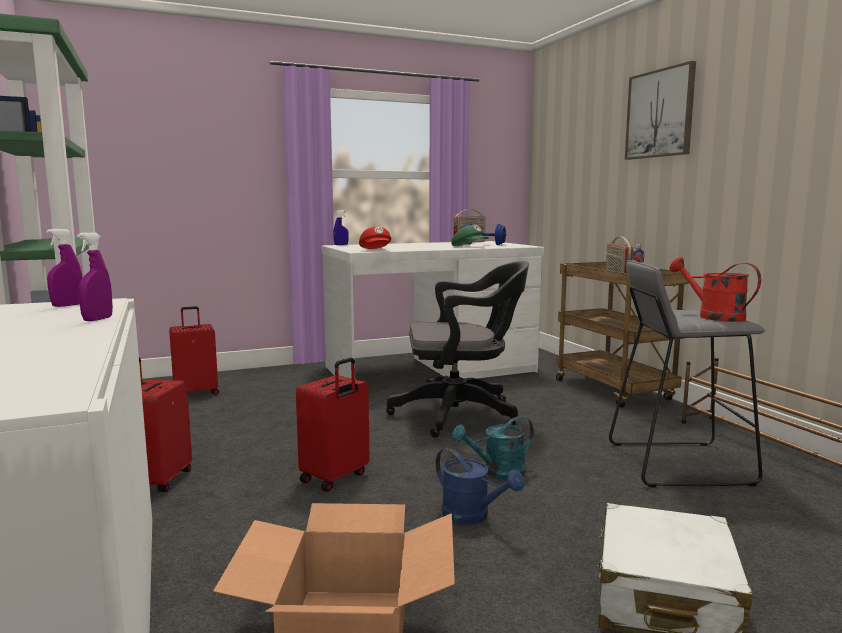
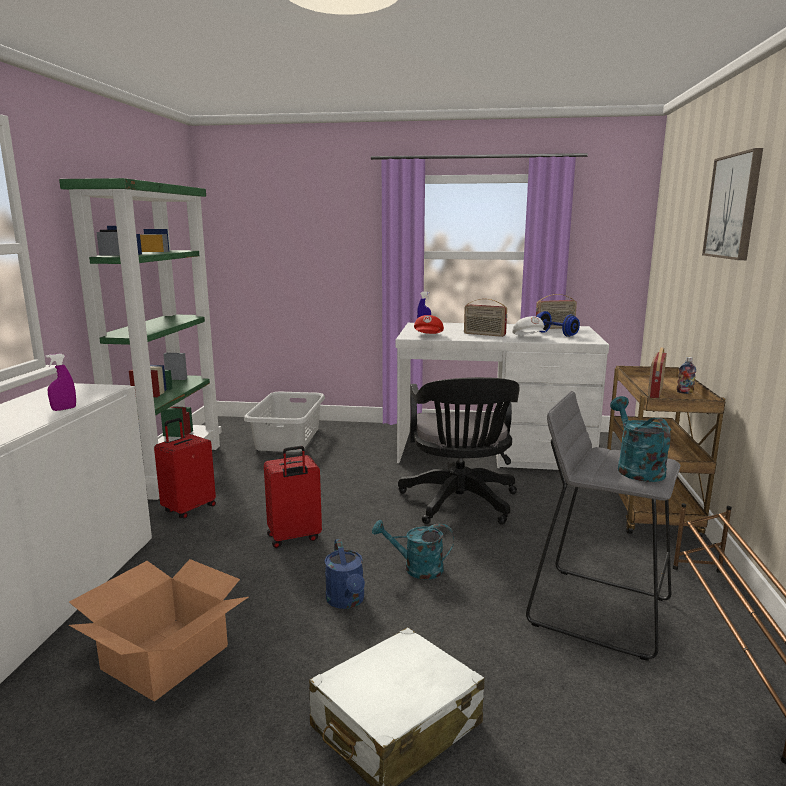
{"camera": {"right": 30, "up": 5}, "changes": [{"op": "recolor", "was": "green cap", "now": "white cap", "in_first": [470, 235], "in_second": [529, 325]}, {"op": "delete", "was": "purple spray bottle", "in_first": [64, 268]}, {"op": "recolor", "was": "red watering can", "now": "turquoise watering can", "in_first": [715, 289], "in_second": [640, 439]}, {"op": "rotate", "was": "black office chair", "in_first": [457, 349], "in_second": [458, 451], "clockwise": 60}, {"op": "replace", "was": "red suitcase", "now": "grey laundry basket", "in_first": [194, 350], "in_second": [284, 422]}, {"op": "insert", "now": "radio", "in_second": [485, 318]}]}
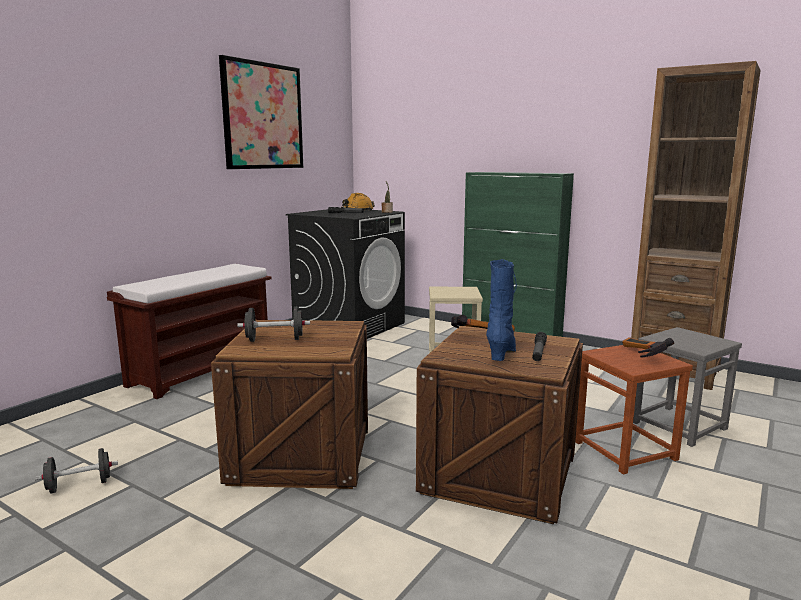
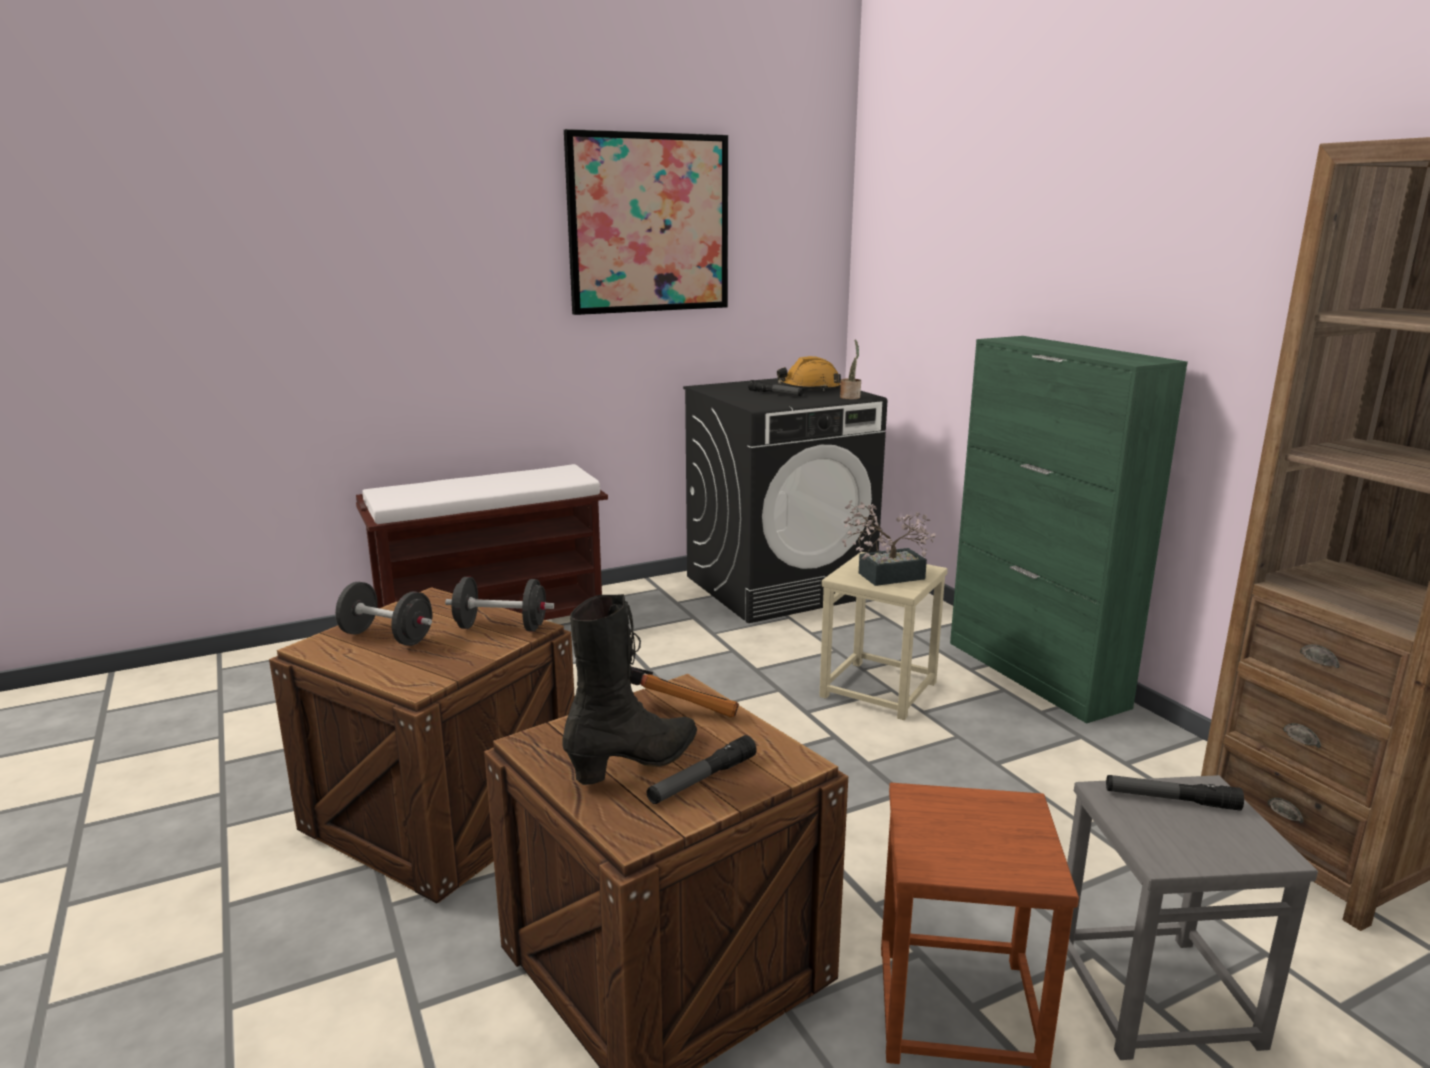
{"camera": {"right": 30, "up": 5}, "changes": [{"op": "recolor", "was": "blue boot", "now": "black boot", "in_first": [501, 310], "in_second": [629, 689]}, {"op": "delete", "was": "hammer", "in_first": [648, 347]}, {"op": "move", "was": "black dumbbell", "in_first": [76, 470], "in_second": [499, 604]}, {"op": "insert", "now": "potted plant", "in_second": [889, 543]}, {"op": "insert", "now": "flashlight", "in_second": [1175, 793]}]}
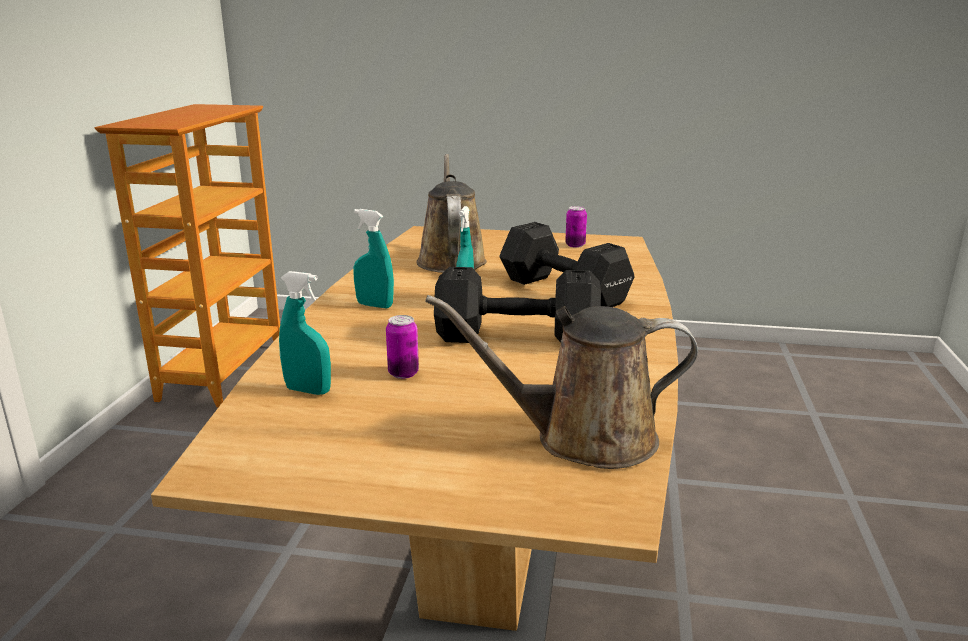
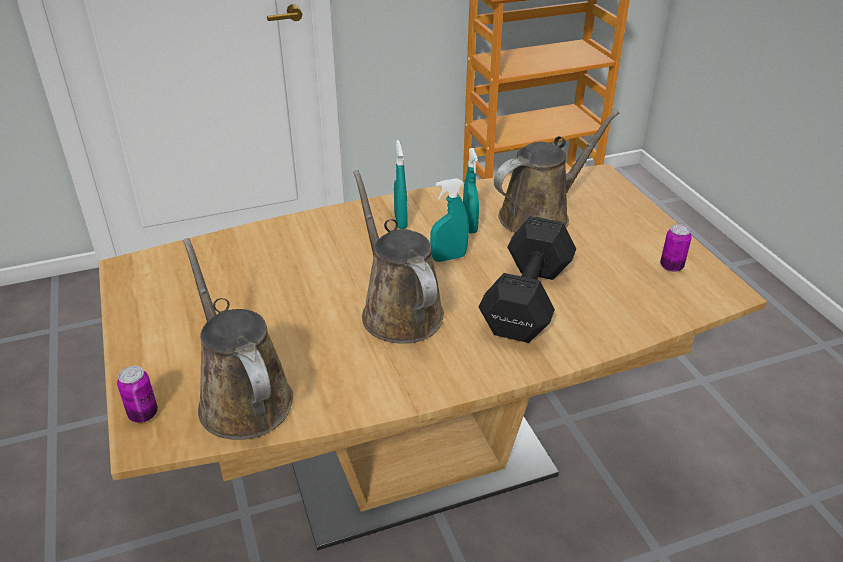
{"camera": {"right": 60, "up": 15}, "changes": [{"op": "replace", "was": "black dumbbell", "now": "brown watering can", "in_first": [517, 305], "in_second": [398, 257]}, {"op": "move", "was": "turquoise spray bottle", "in_first": [305, 333], "in_second": [471, 190]}, {"op": "move", "was": "can", "in_first": [402, 347], "in_second": [137, 394]}]}
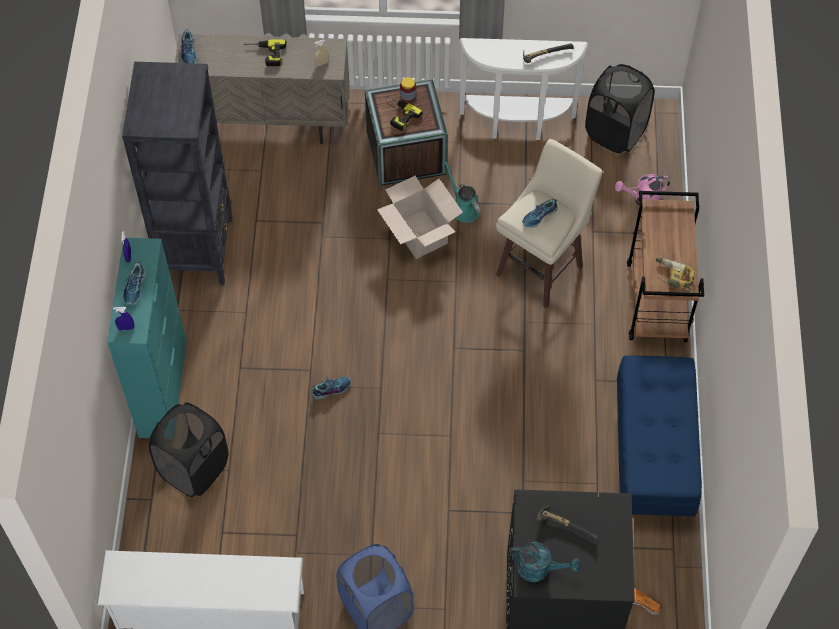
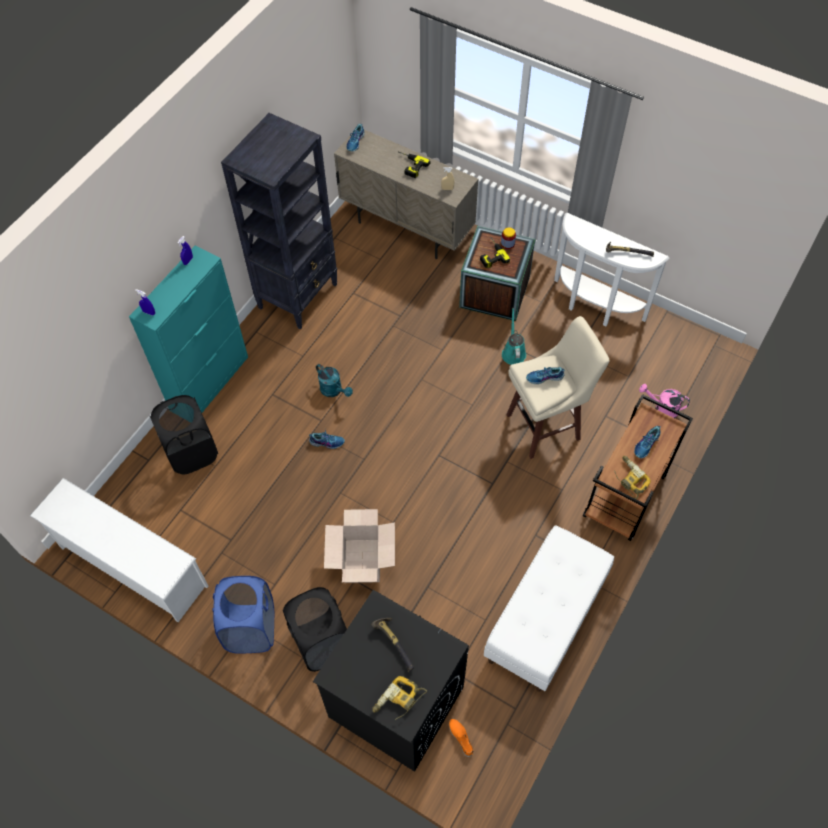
{"camera": {"right": 30, "up": 0}, "changes": [{"op": "move", "was": "black laundry basket", "in_first": [620, 108], "in_second": [315, 629]}, {"op": "move", "was": "cardboard box", "in_first": [420, 217], "in_second": [359, 546]}, {"op": "move", "was": "shoe", "in_first": [134, 283], "in_second": [647, 442]}, {"op": "recolor", "was": "blue bench", "now": "white bench", "in_first": [659, 439], "in_second": [549, 608]}, {"op": "move", "was": "turquoise watering can", "in_first": [545, 562], "in_second": [334, 380]}, {"op": "insert", "now": "power drill", "in_second": [399, 698]}]}
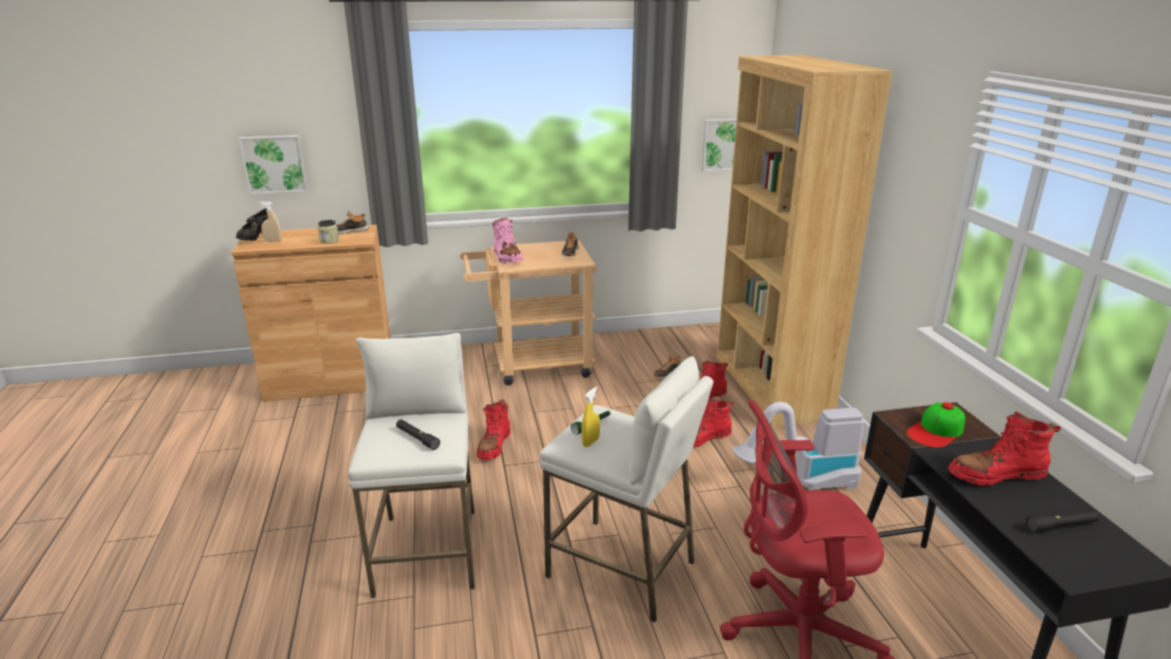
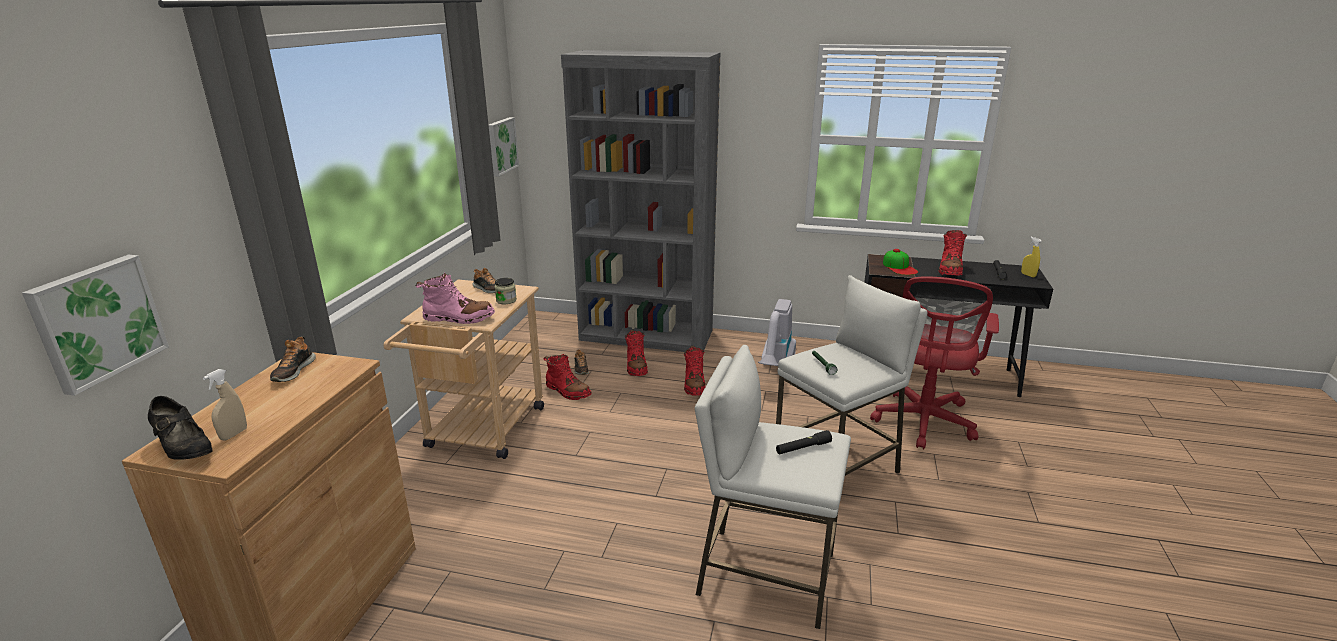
{"camera": {"right": -65, "up": 0}, "changes": [{"op": "recolor", "was": "brown bookcase", "now": "grey bookcase", "in_first": [805, 241], "in_second": [641, 201]}, {"op": "move", "was": "jar", "in_first": [328, 232], "in_second": [506, 291]}, {"op": "move", "was": "yellow spray bottle", "in_first": [591, 417], "in_second": [1031, 257]}, {"op": "move", "was": "red boot", "in_first": [493, 430], "in_second": [567, 377]}]}
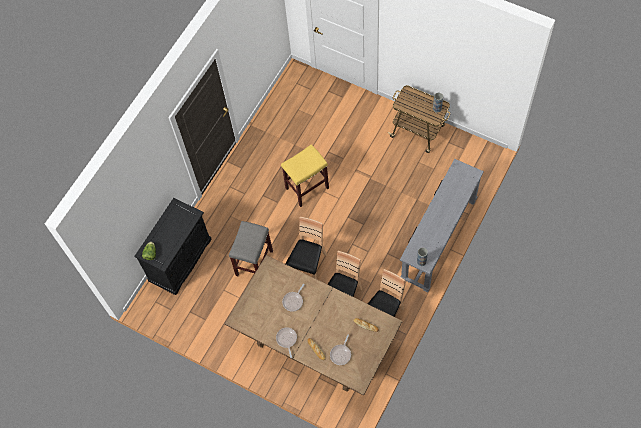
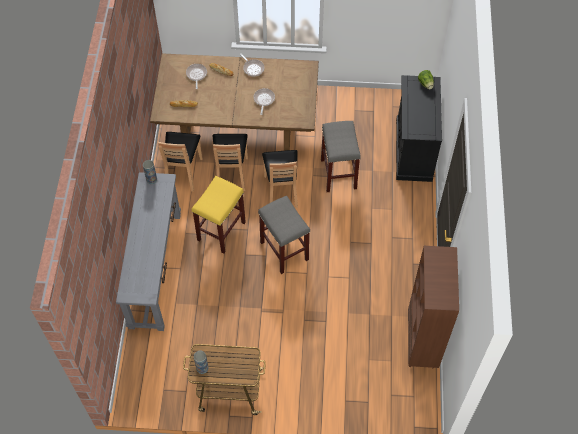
{"camera": {"right": 150, "up": -5}, "changes": [{"op": "move", "was": "yellow stool", "in_first": [305, 175], "in_second": [219, 215]}, {"op": "insert", "now": "grey stool", "in_second": [284, 235]}, {"op": "insert", "now": "brown bookcase", "in_second": [433, 307]}]}
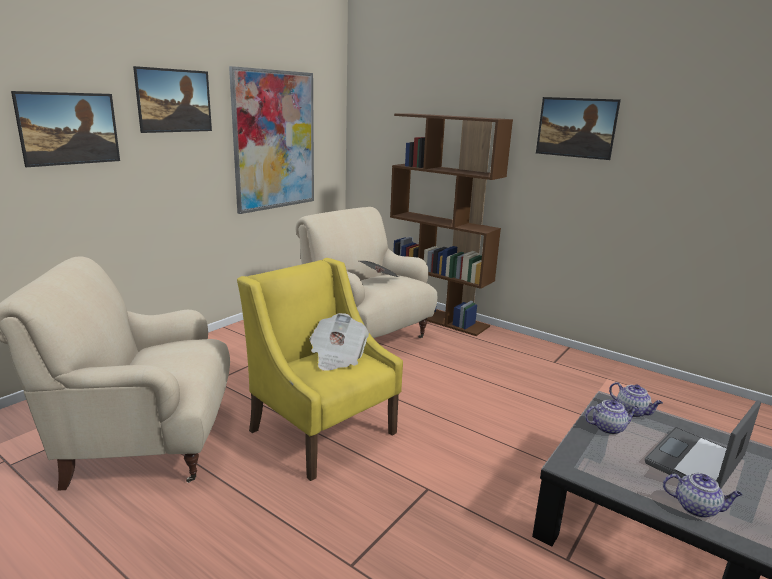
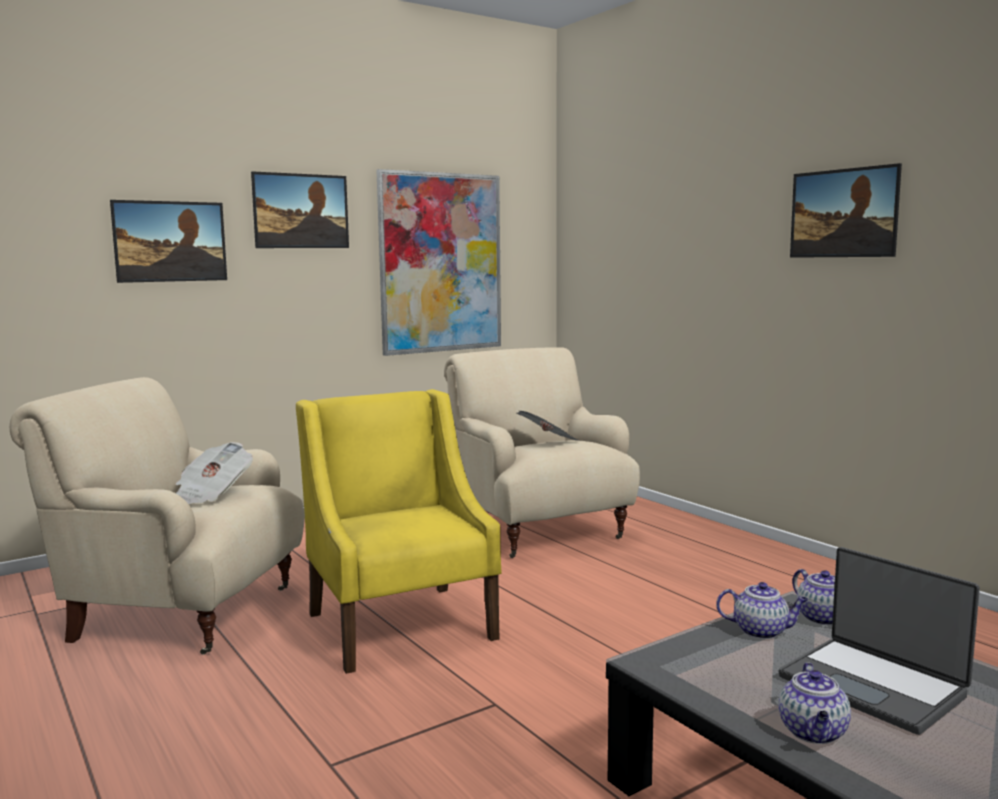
{"camera": {"right": 20, "up": -10}, "changes": [{"op": "delete", "was": "brown bookcase", "in_first": [451, 224]}, {"op": "move", "was": "newspaper", "in_first": [339, 342], "in_second": [214, 473]}, {"op": "rotate", "was": "laptop", "in_first": [703, 444], "in_second": [879, 641], "clockwise": -105}, {"op": "rotate", "was": "teapot", "in_first": [702, 495], "in_second": [815, 703], "clockwise": 60}]}
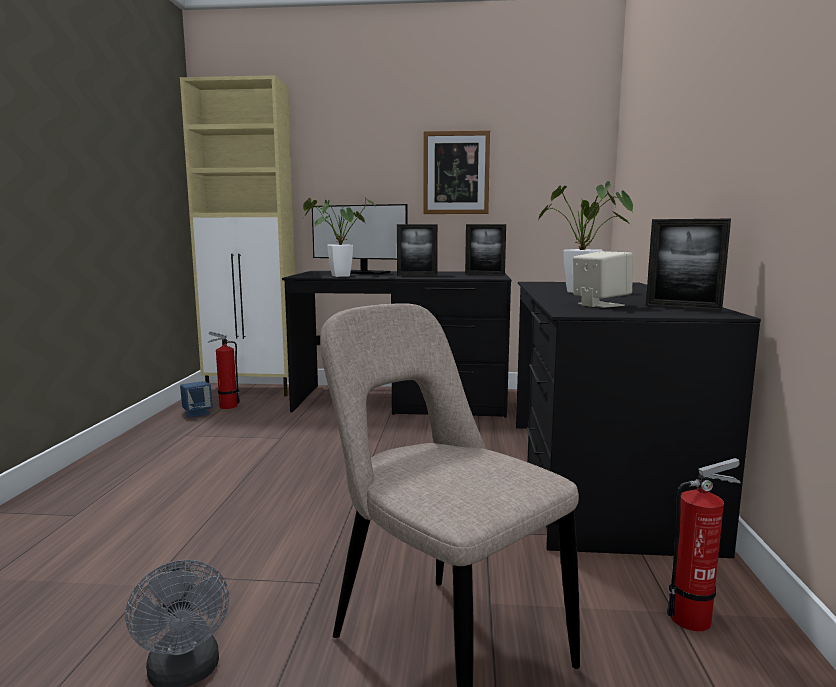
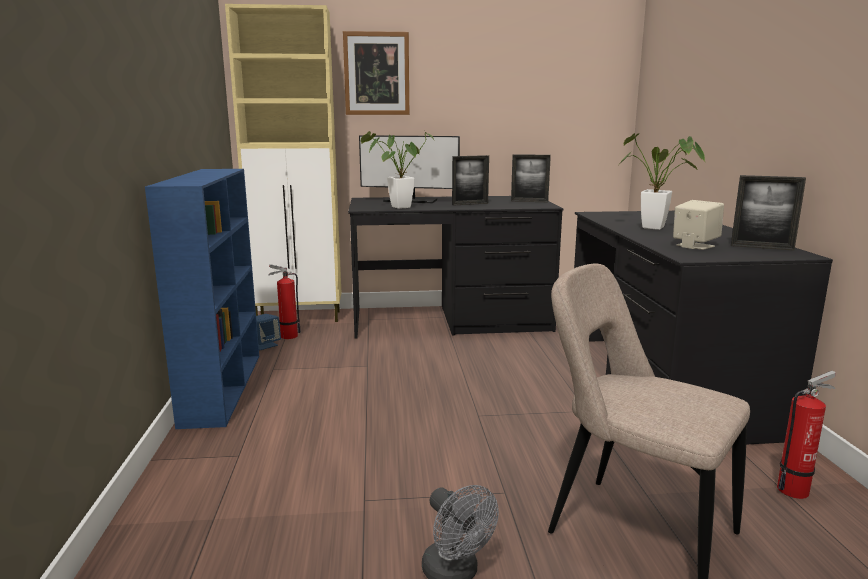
{"camera": {"right": -10, "up": 5}, "changes": [{"op": "move", "was": "picture", "in_first": [456, 172], "in_second": [376, 73]}, {"op": "insert", "now": "blue bookcase", "in_second": [202, 299]}]}
